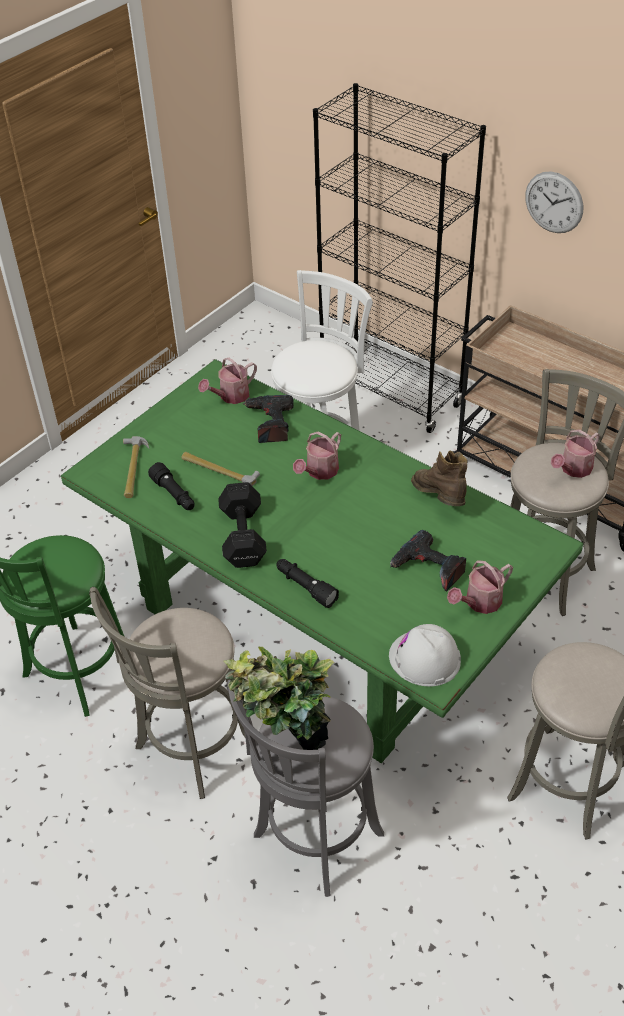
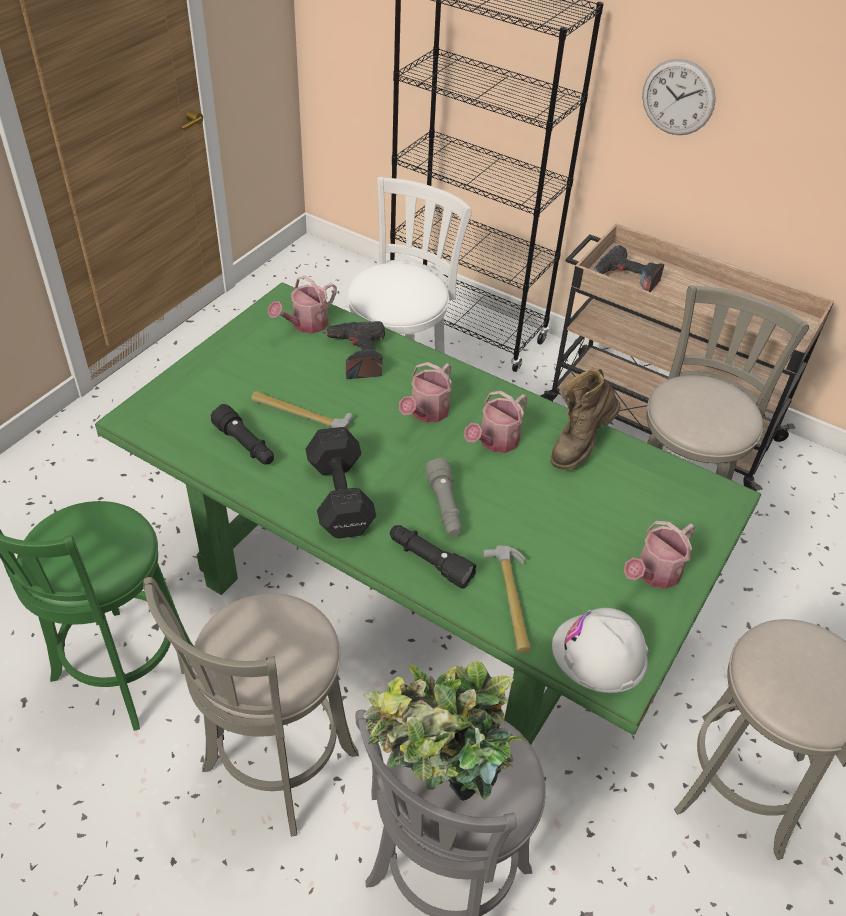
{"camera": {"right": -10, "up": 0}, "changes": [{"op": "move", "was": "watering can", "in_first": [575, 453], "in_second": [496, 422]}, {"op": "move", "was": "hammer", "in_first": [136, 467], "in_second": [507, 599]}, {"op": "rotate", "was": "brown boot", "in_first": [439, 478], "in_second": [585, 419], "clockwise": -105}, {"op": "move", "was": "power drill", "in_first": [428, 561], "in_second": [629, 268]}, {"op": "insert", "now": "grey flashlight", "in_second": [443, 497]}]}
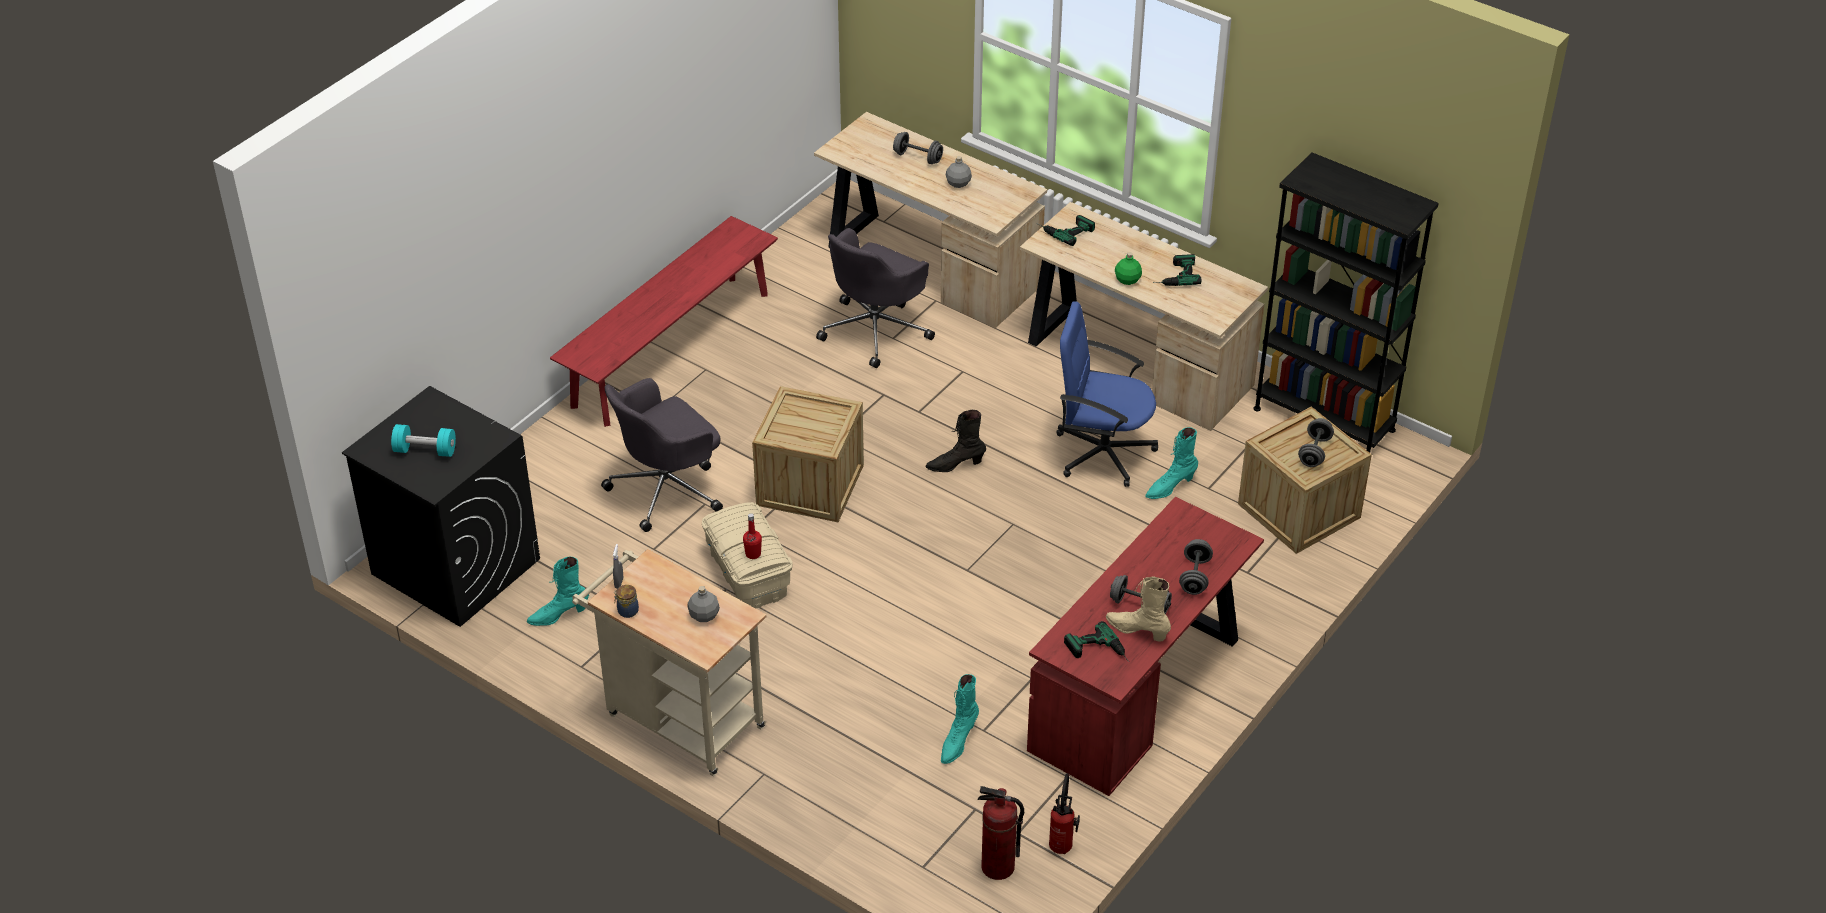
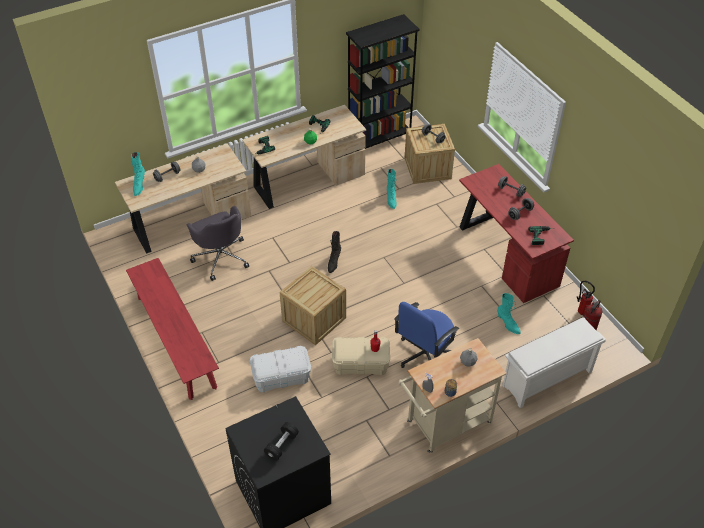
{"camera": {"right": -65, "up": 5}, "changes": [{"op": "move", "was": "blue office chair", "in_first": [1107, 394], "in_second": [426, 335]}, {"op": "replace", "was": "grey office chair", "now": "white storage box", "in_first": [662, 455], "in_second": [280, 369]}, {"op": "recolor", "was": "turquoise dumbbell", "now": "black dumbbell", "in_first": [423, 440], "in_second": [281, 441]}, {"op": "move", "was": "turquoise boot", "in_first": [558, 591], "in_second": [138, 174]}, {"op": "delete", "was": "beige boot", "in_first": [1138, 609]}, {"op": "insert", "now": "white shoe rack", "in_second": [554, 362]}]}
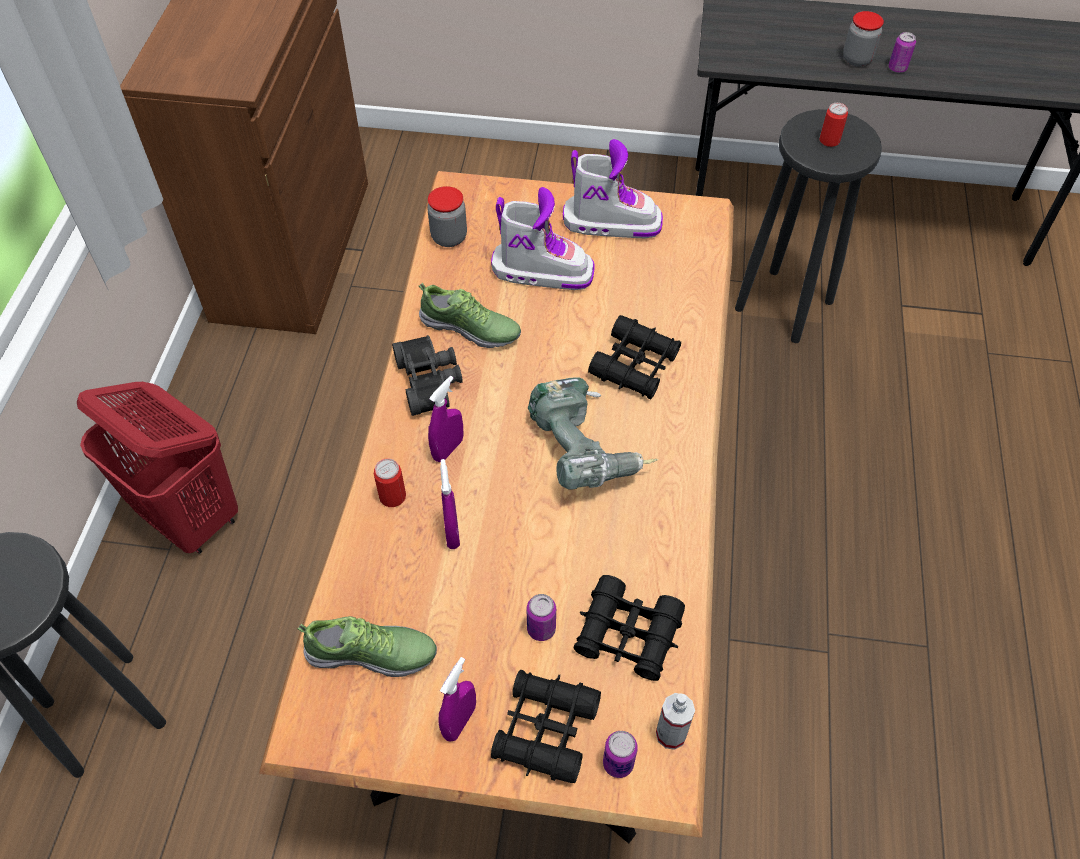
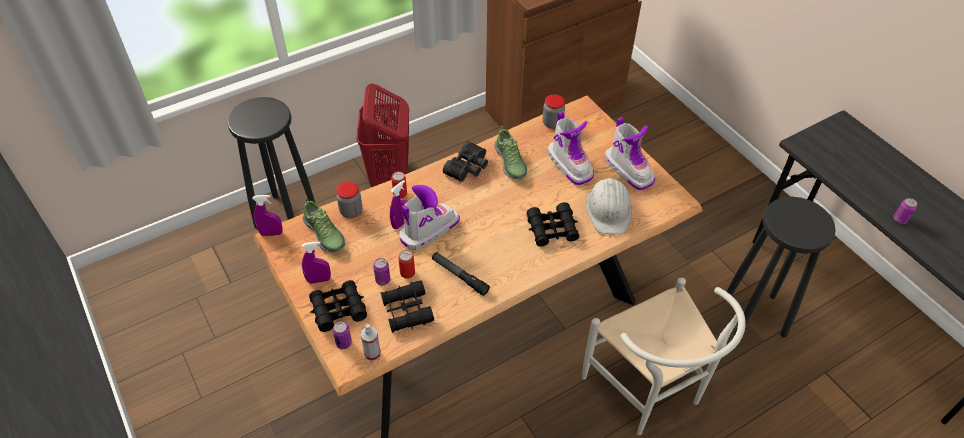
{"camera": {"right": 50, "up": -5}, "changes": [{"op": "move", "was": "jar", "in_first": [863, 39], "in_second": [349, 200]}, {"op": "move", "was": "can", "in_first": [833, 125], "in_second": [406, 264]}, {"op": "move", "was": "purple spray bottle", "in_first": [445, 419], "in_second": [268, 215]}, {"op": "delete", "was": "power drill", "in_first": [593, 433]}, {"op": "insert", "now": "white hard hat", "in_second": [609, 206]}, {"op": "insert", "now": "boot", "in_second": [429, 217]}, {"op": "insert", "now": "flashlight", "in_second": [461, 274]}, {"op": "insert", "now": "white chair", "in_second": [664, 356]}]}
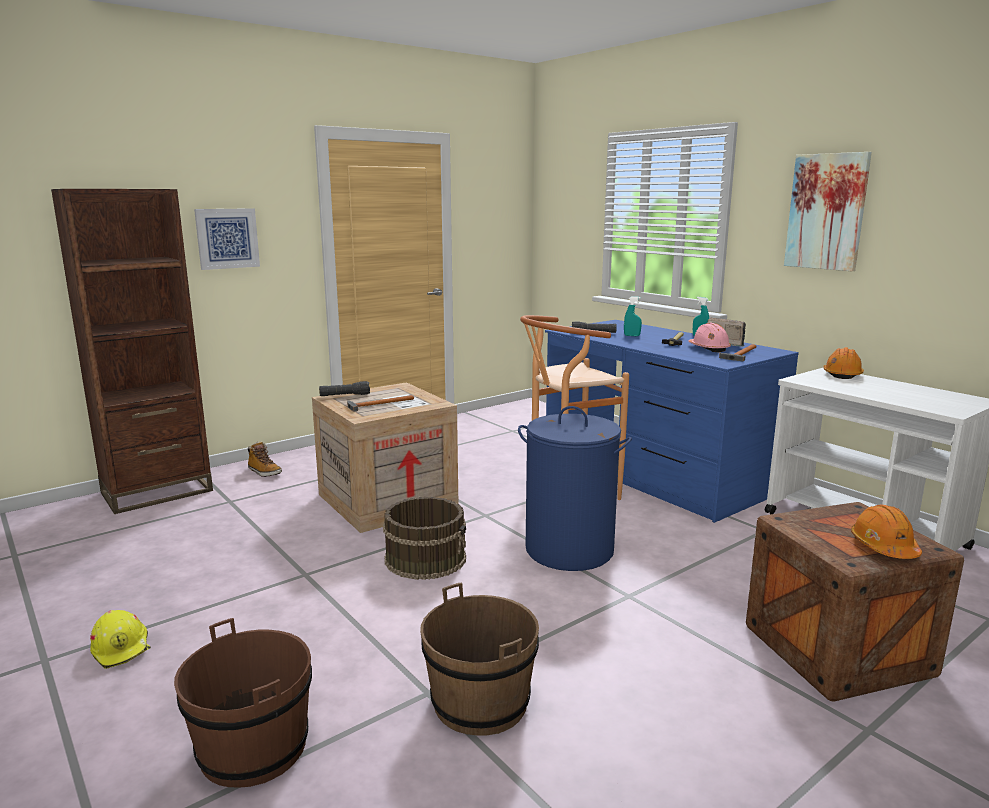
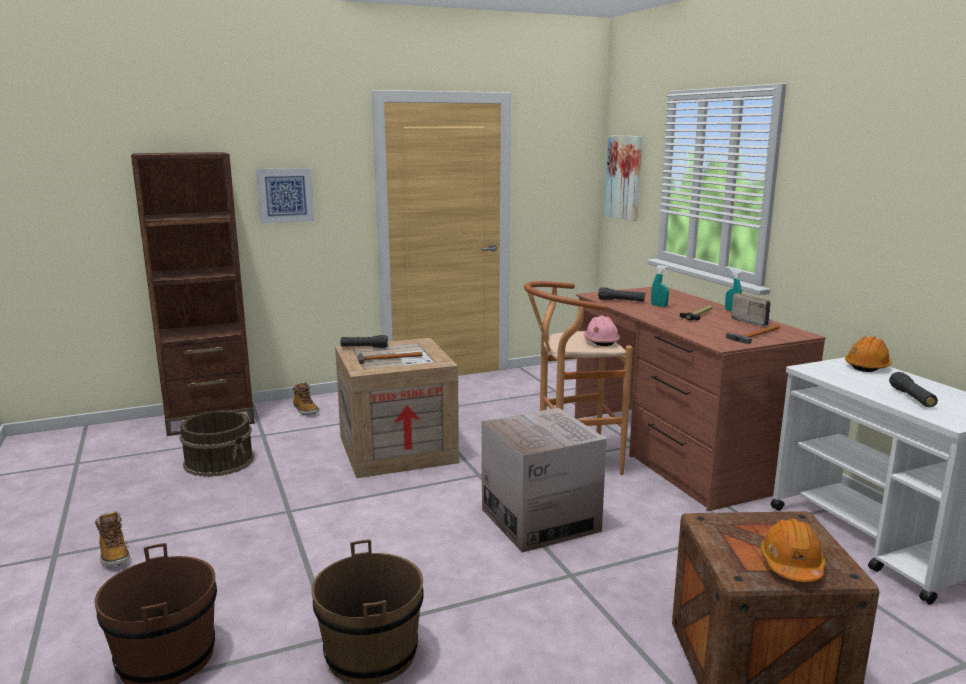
{"camera": {"right": 15, "up": 0}, "changes": [{"op": "move", "was": "picture", "in_first": [828, 211], "in_second": [623, 178]}, {"op": "recolor", "was": "blue desk", "now": "brown desk", "in_first": [672, 421], "in_second": [700, 399]}, {"op": "move", "was": "pink hard hat", "in_first": [709, 337], "in_second": [602, 330]}, {"op": "replace", "was": "blue laundry basket", "now": "cardboard box", "in_first": [575, 488], "in_second": [544, 480]}, {"op": "move", "was": "brown bucket", "in_first": [424, 538], "in_second": [217, 444]}, {"op": "replace", "was": "yellow hard hat", "now": "boot", "in_first": [120, 639], "in_second": [112, 538]}, {"op": "insert", "now": "black flashlight", "in_second": [913, 390]}]}
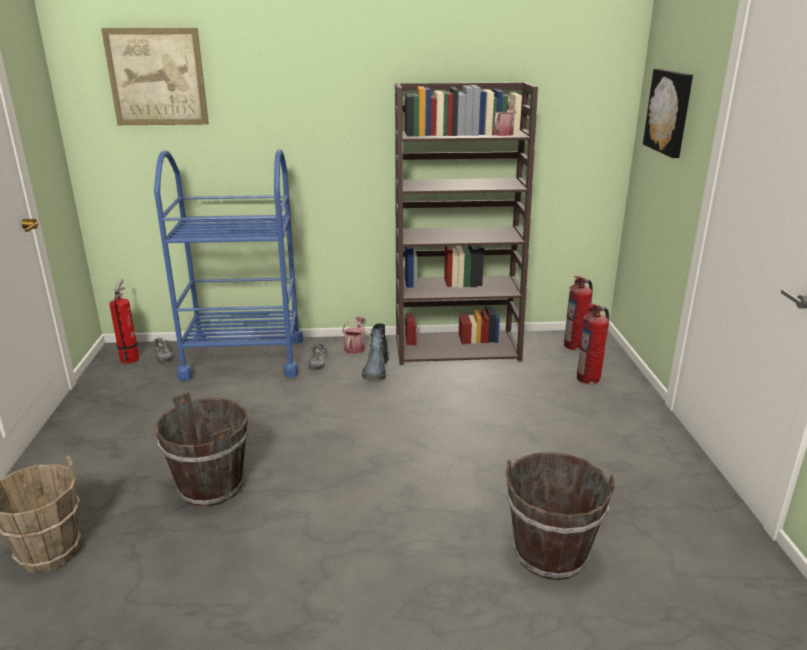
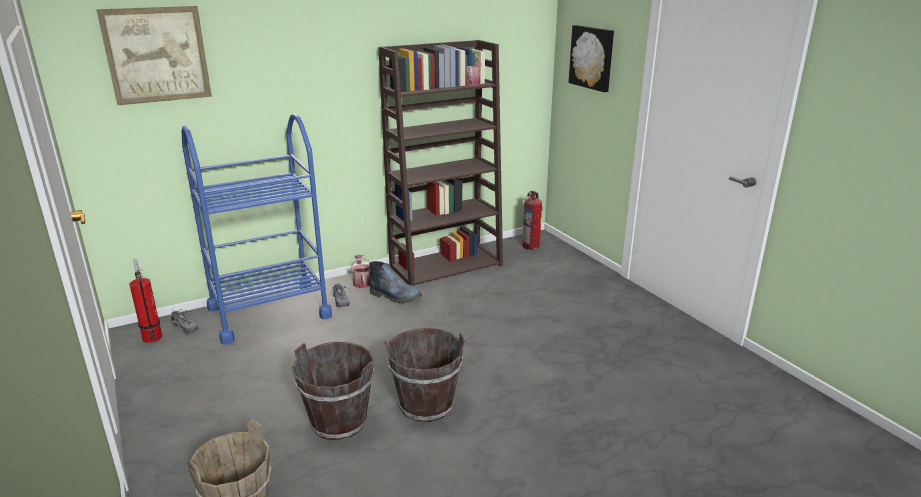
{"camera": {"right": -25, "up": 0}, "changes": [{"op": "delete", "was": "fire extinguisher", "in_first": [593, 344]}, {"op": "rotate", "was": "boot", "in_first": [375, 351], "in_second": [395, 282], "clockwise": -45}, {"op": "move", "was": "brown bucket", "in_first": [560, 516], "in_second": [425, 375]}]}
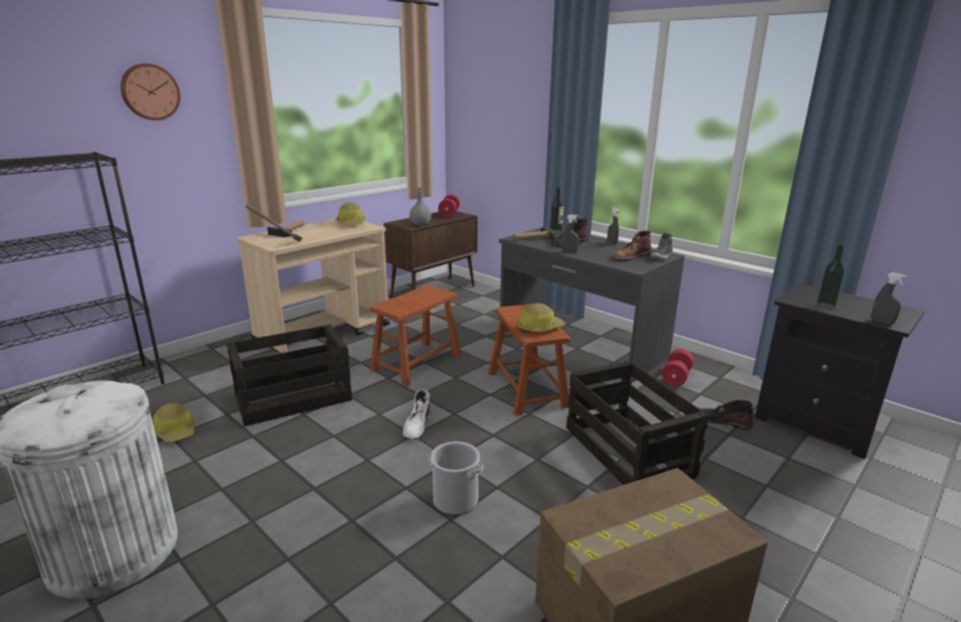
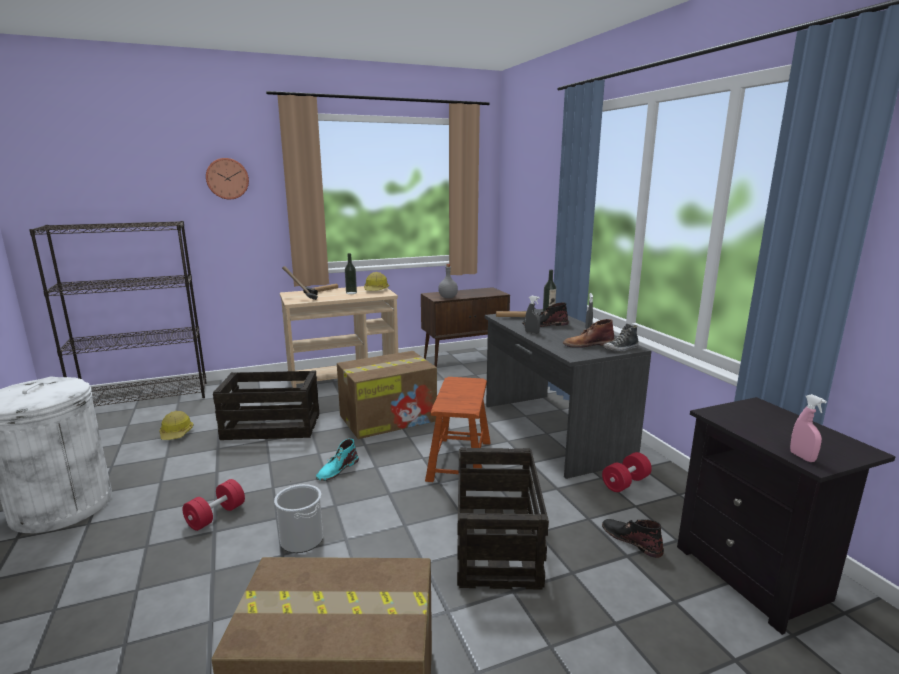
{"camera": {"right": 25, "up": -5}, "changes": [{"op": "move", "was": "red dumbbell", "in_first": [449, 206], "in_second": [213, 505]}, {"op": "move", "was": "bottle", "in_first": [830, 276], "in_second": [351, 273]}, {"op": "recolor", "was": "grey spray bottle", "now": "pink spray bottle", "in_first": [889, 298], "in_second": [808, 428]}, {"op": "replace", "was": "brown stool", "now": "cardboard box", "in_first": [415, 335], "in_second": [387, 395]}, {"op": "delete", "was": "hard hat", "in_first": [541, 318]}, {"op": "recolor", "was": "white boot", "now": "turquoise boot", "in_first": [417, 415], "in_second": [337, 460]}]}
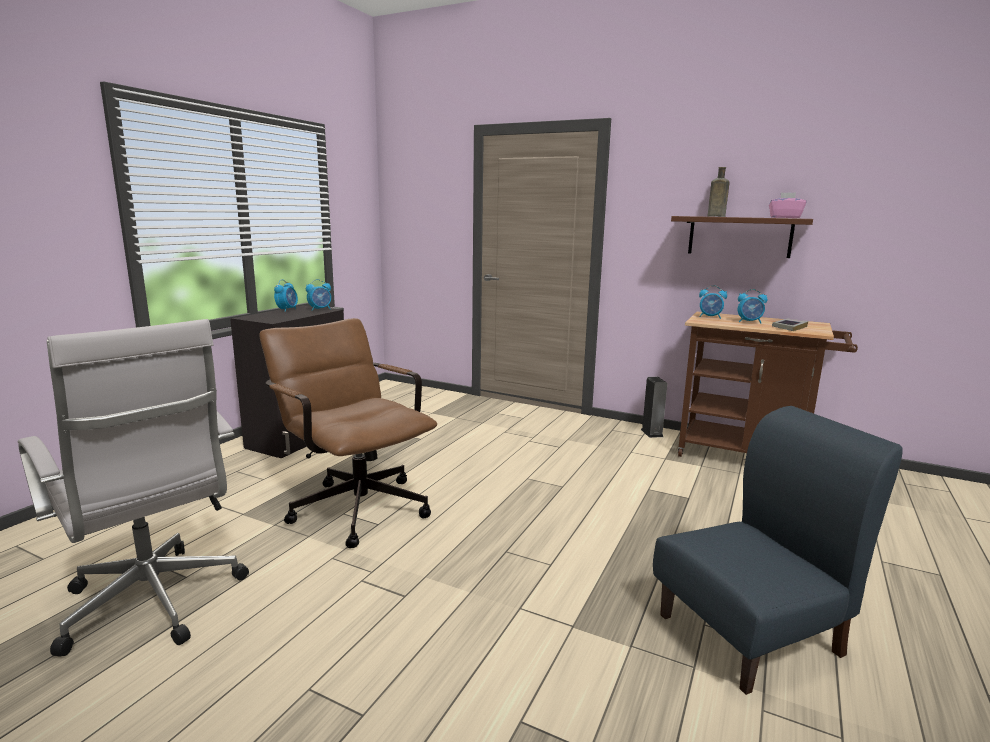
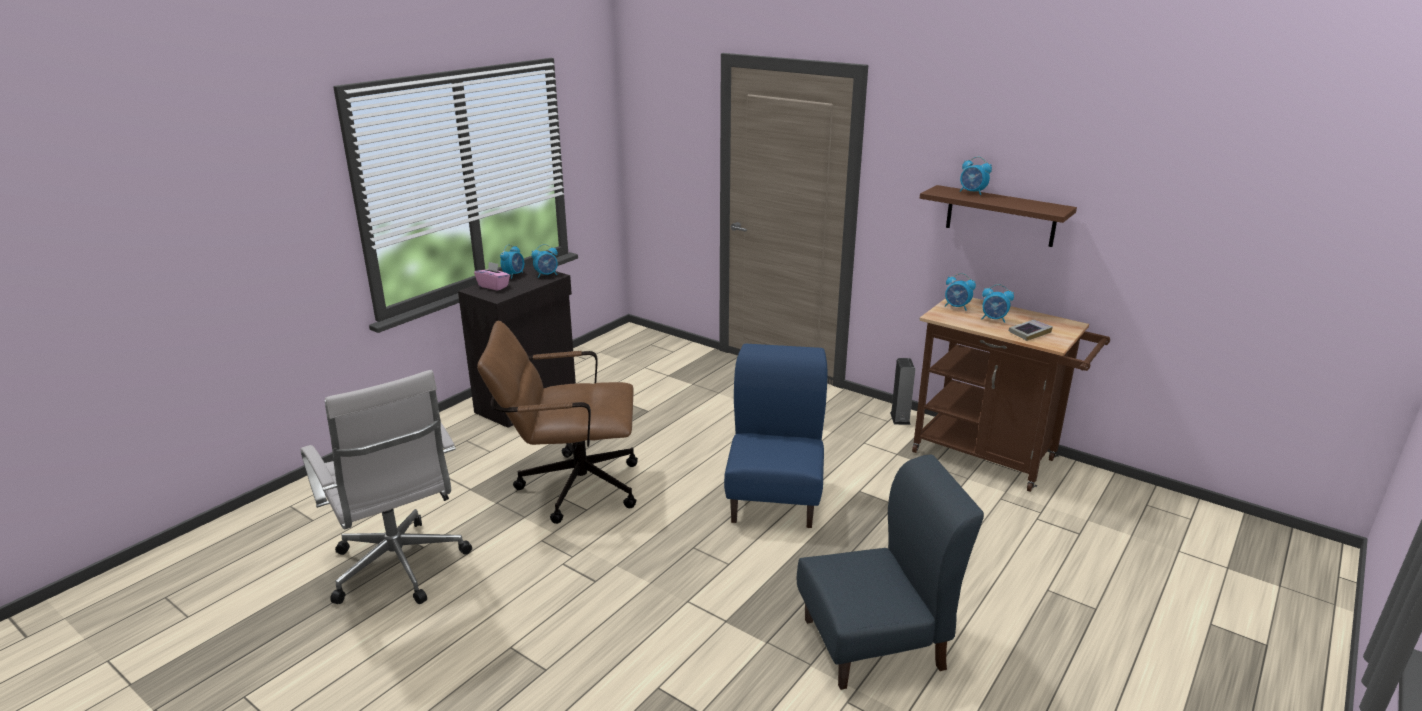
{"camera": {"right": 10, "up": 10}, "changes": [{"op": "replace", "was": "brown bottle", "now": "alarm clock", "in_first": [719, 192], "in_second": [976, 176]}, {"op": "move", "was": "pink tissue box", "in_first": [787, 205], "in_second": [492, 276]}, {"op": "rotate", "was": "brown office chair", "in_first": [348, 433], "in_second": [557, 422], "clockwise": -60}, {"op": "insert", "now": "blue chair", "in_second": [776, 436]}]}
